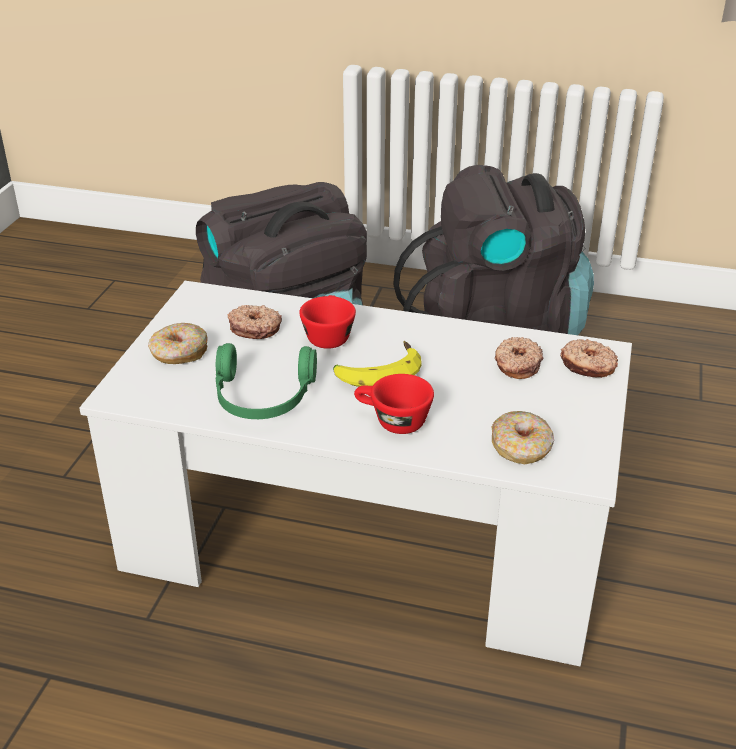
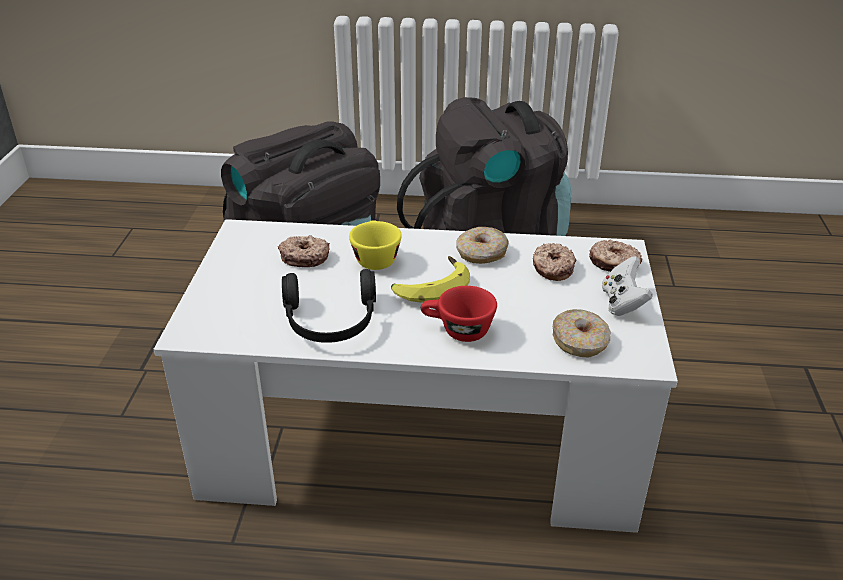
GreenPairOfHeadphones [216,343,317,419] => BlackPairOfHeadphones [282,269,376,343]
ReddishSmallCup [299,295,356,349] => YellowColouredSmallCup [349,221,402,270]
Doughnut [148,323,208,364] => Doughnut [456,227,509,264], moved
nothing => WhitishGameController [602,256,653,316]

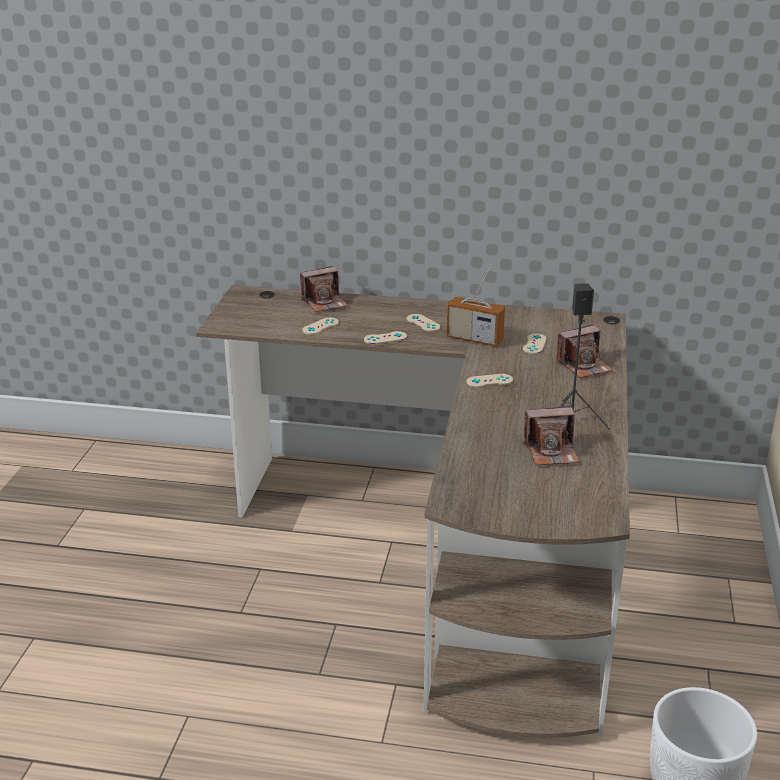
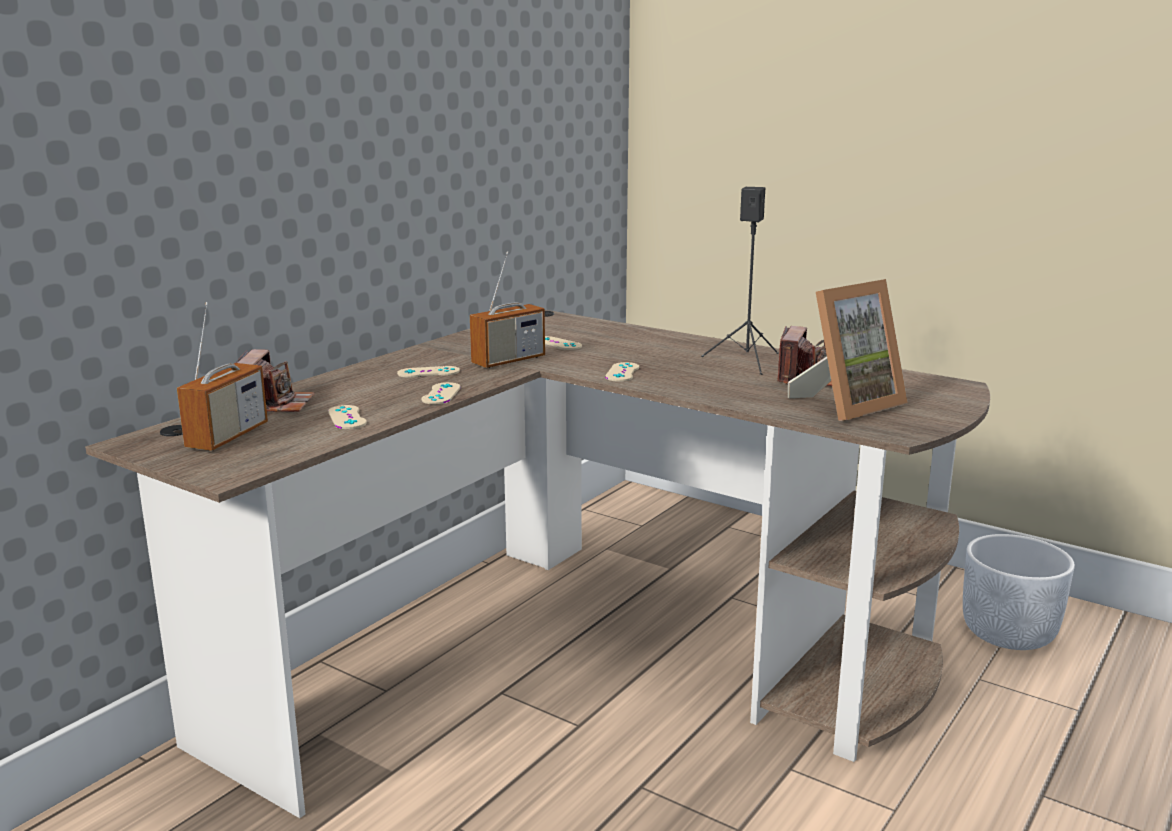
nothing => RadioSet [177,302,268,451]
nothing => StandingFrame [788,279,908,421]
PhotoCamera [557,325,613,378] => nothing

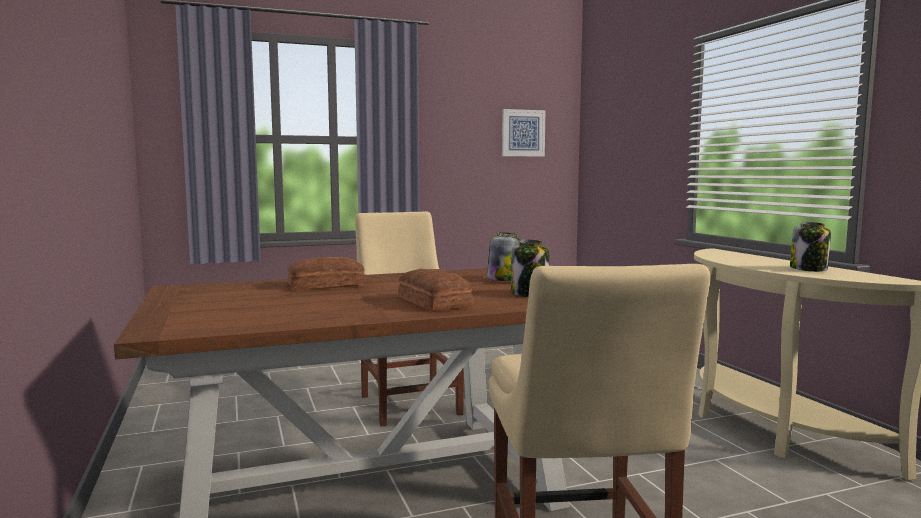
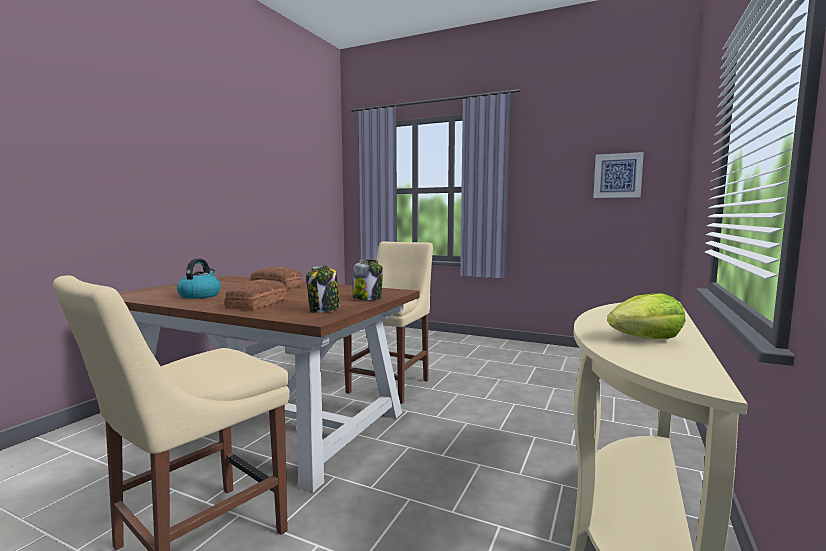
nothing => Kettle [177,258,221,299]
Jar [790,222,831,272] => HeadOfLettuce [607,293,686,339]

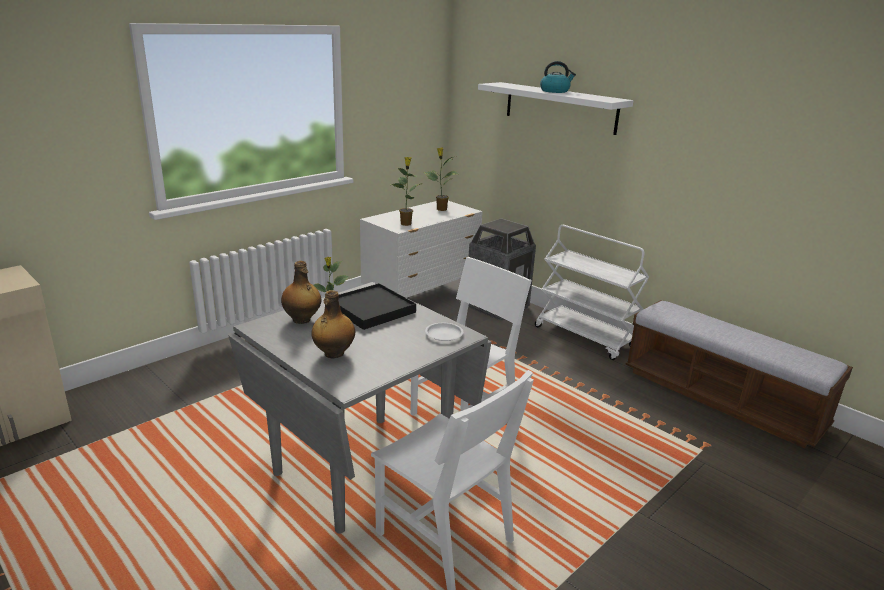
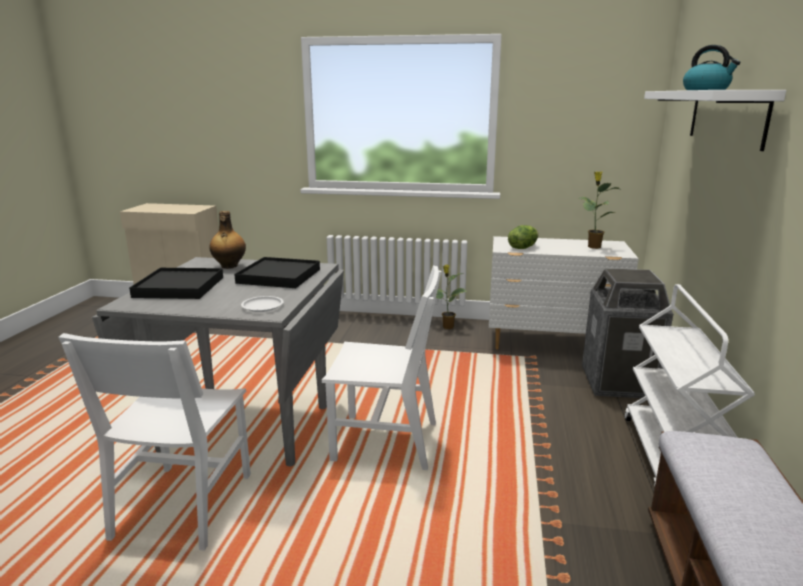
DrinkBottle [311,290,355,358] => BlackServingTray [129,268,223,299]
PottedPlant [390,157,422,226] => HeadOfLettuce [508,225,539,249]

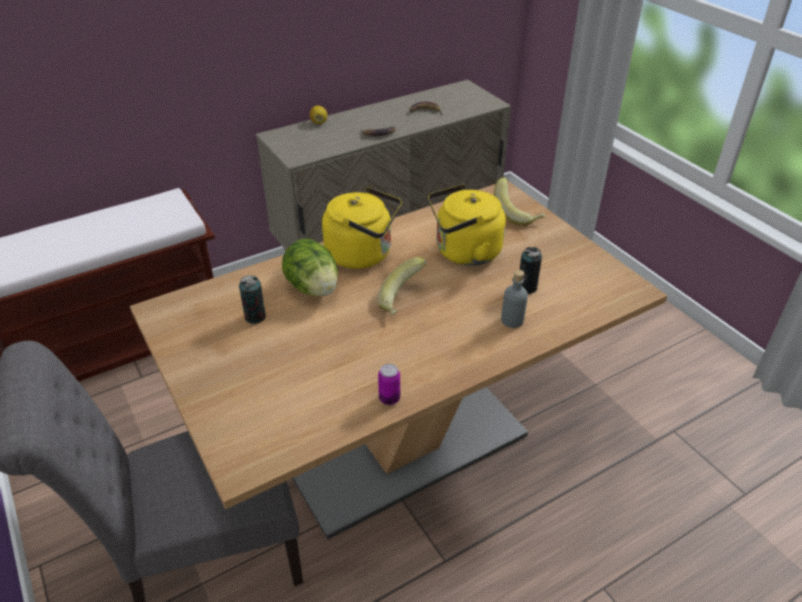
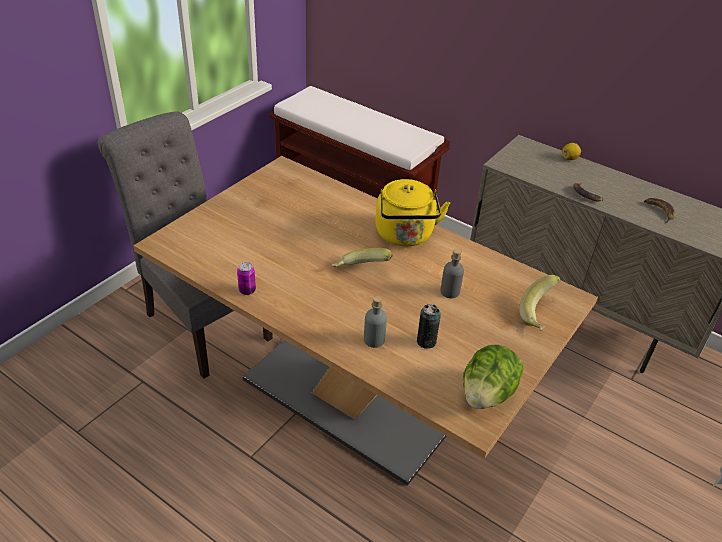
YellowColouredKettle [428,184,506,266] => GreyDrinkBottle [440,248,464,298]
HeadOfLettuce [282,238,338,296] => HeadOfLettuce [463,345,523,409], moved
MetalCan [239,275,266,324] => nothing

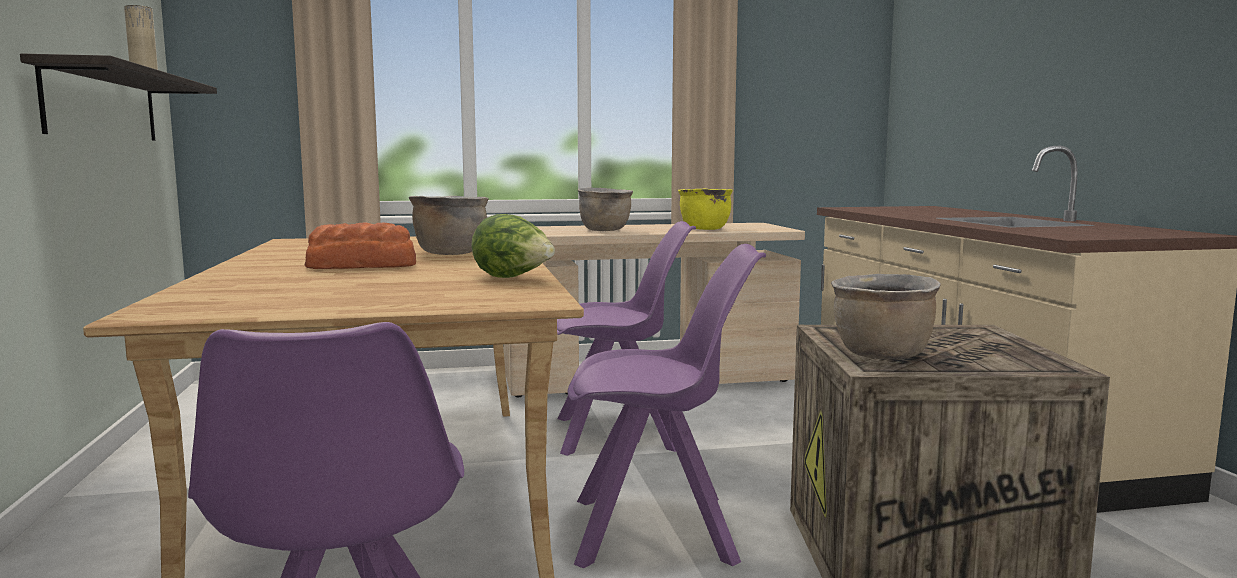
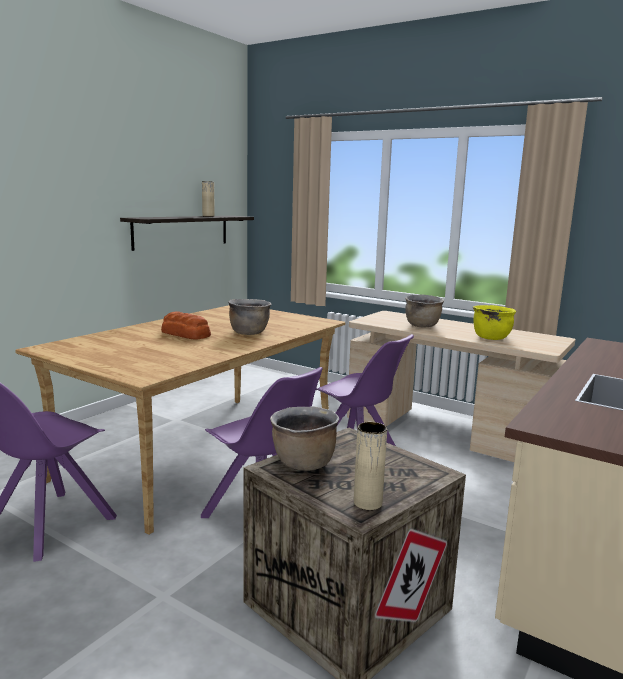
nothing => SandColouredDecorativeVase [354,422,387,510]
HeadOfLettuce [471,214,555,278] => nothing

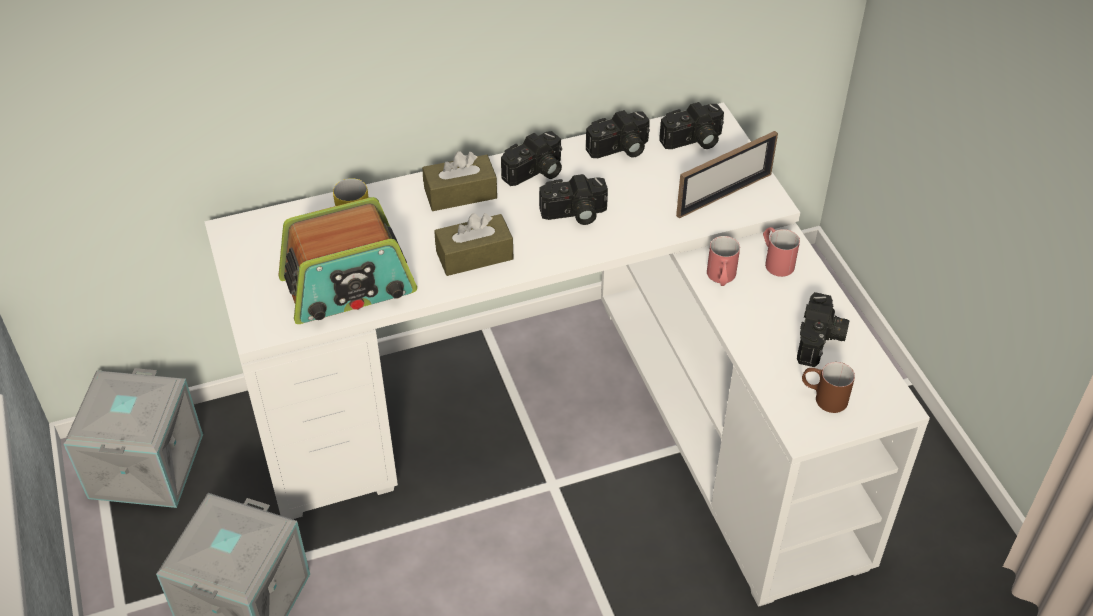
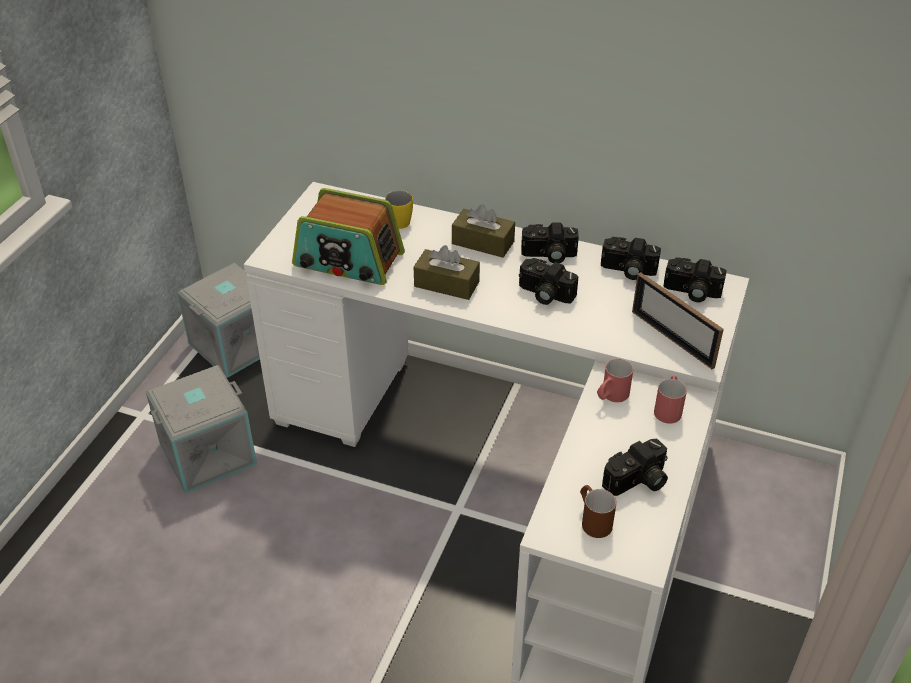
StandingFrame [676,131,778,218] => StandingFrame [632,272,724,369], 45 degrees clockwise

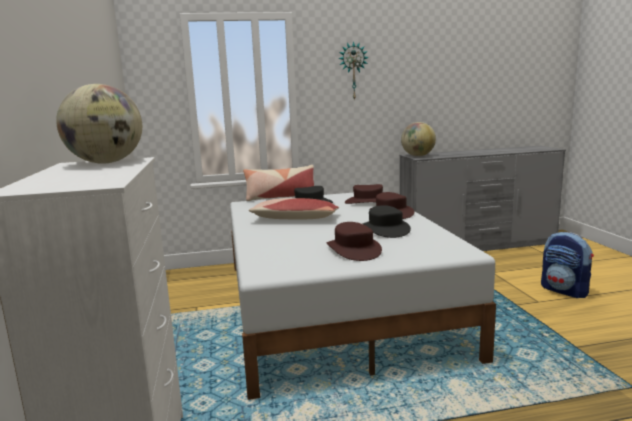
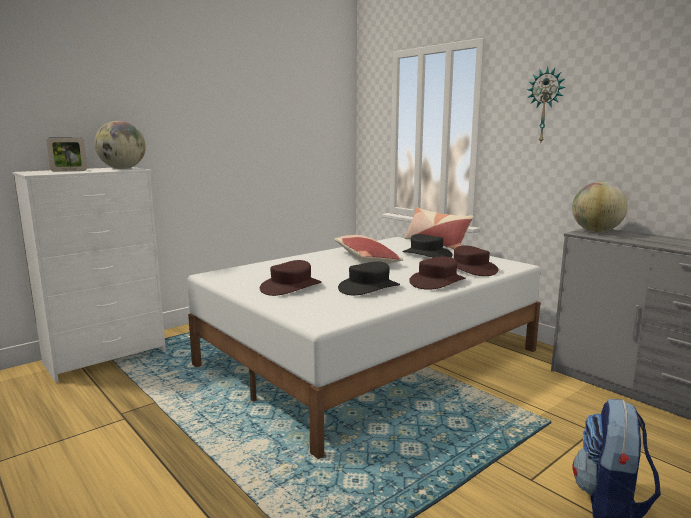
nothing => StandingFrame [46,137,87,172]

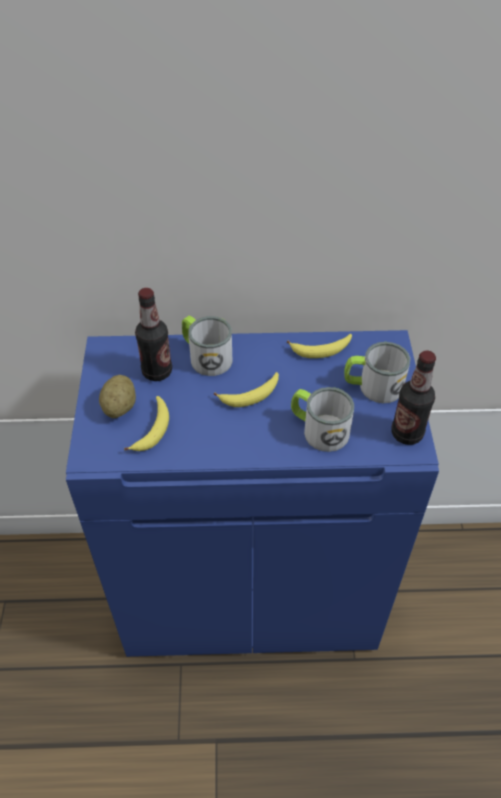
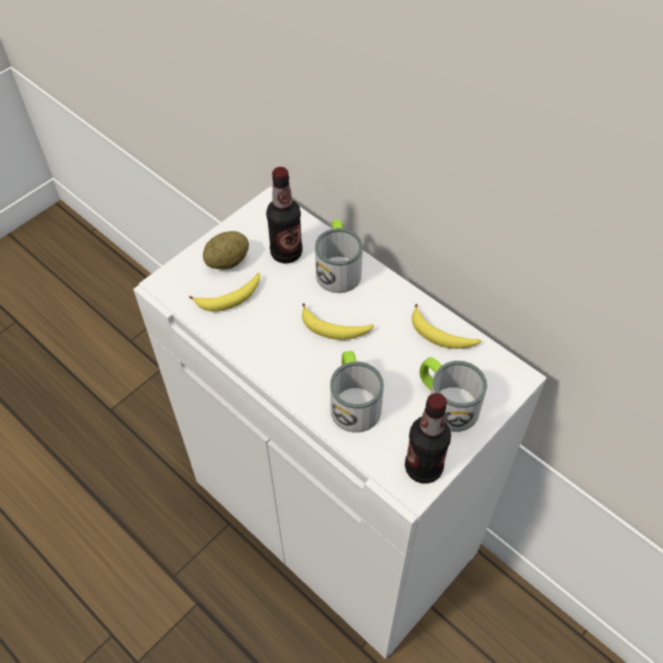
BluishStorageCabinet [66,330,439,657] => WhitishStorageCabinet [133,186,547,659]

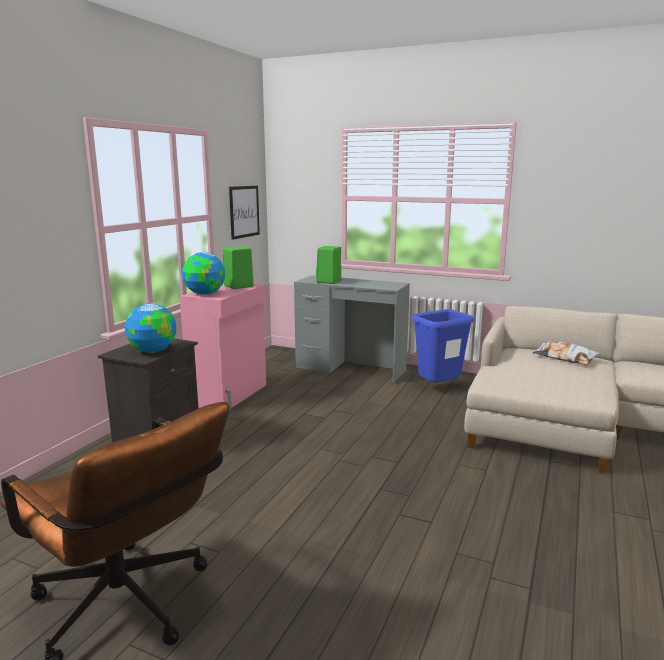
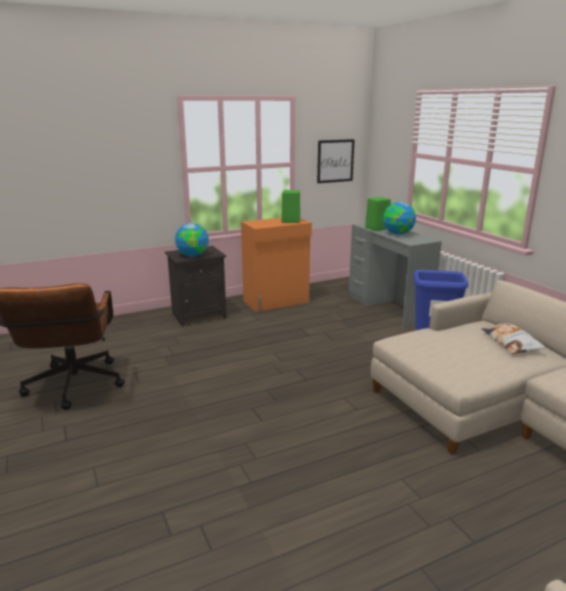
PinkStorageCabinet [180,283,266,409] => OrangeColouredStorageCabinet [241,218,312,312]
WorldGlobe [182,252,225,295] => WorldGlobe [383,202,416,235], moved

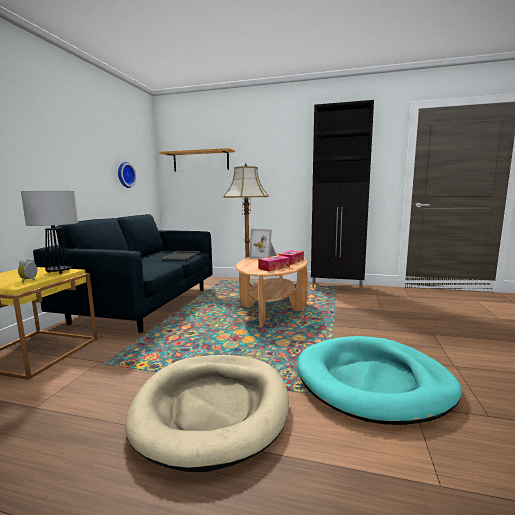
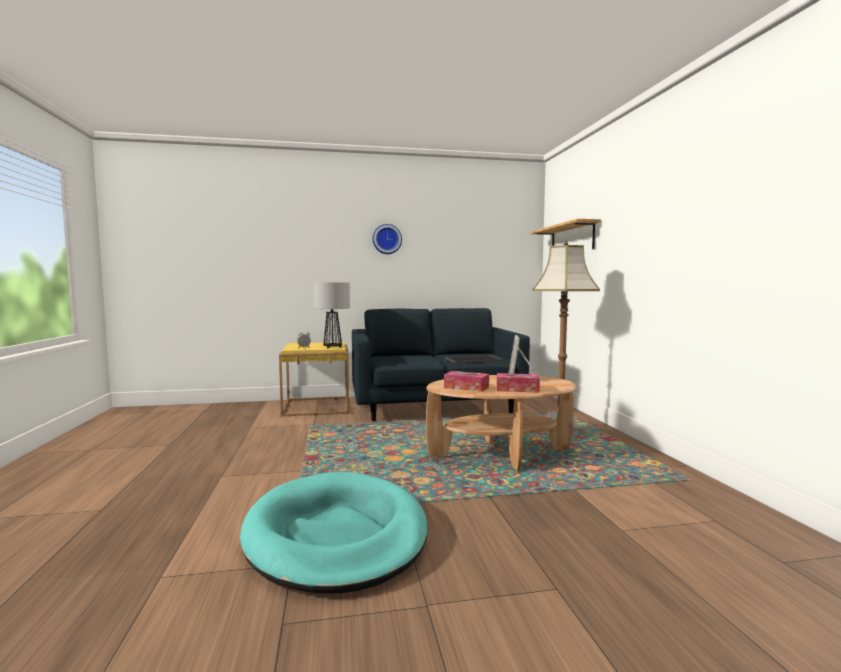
HangingClock [118,162,136,188] => HangingClock [372,224,402,254], moved
SandColouredDogBed [125,355,289,472] => nothing
BlackStorageCabinet [311,100,374,291] => nothing

